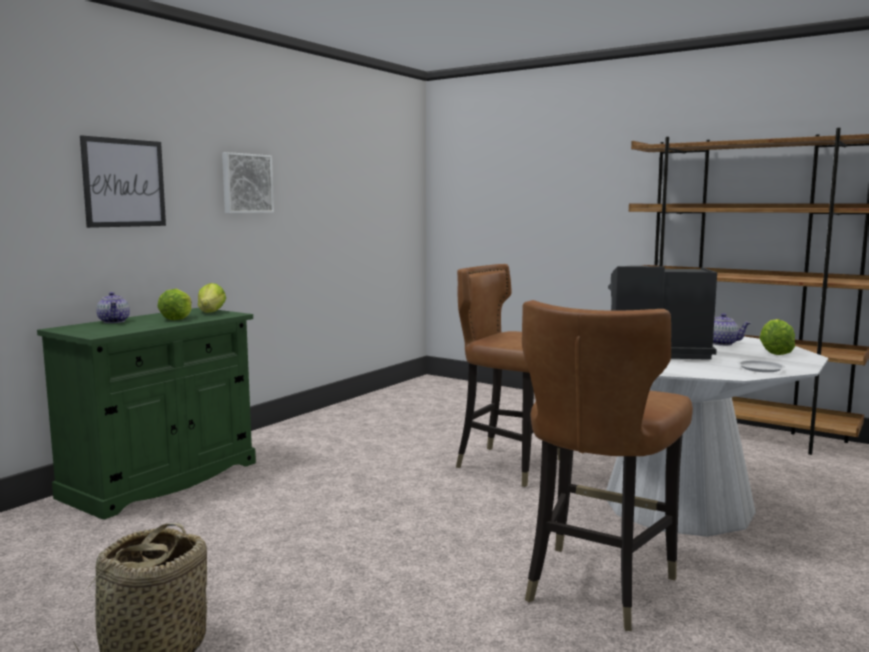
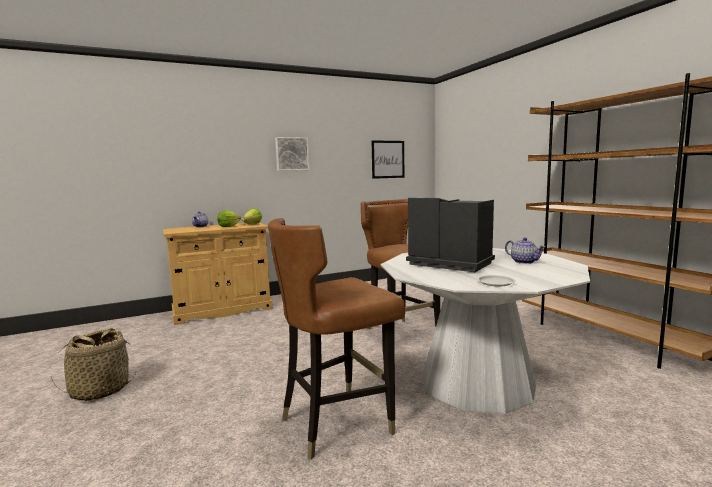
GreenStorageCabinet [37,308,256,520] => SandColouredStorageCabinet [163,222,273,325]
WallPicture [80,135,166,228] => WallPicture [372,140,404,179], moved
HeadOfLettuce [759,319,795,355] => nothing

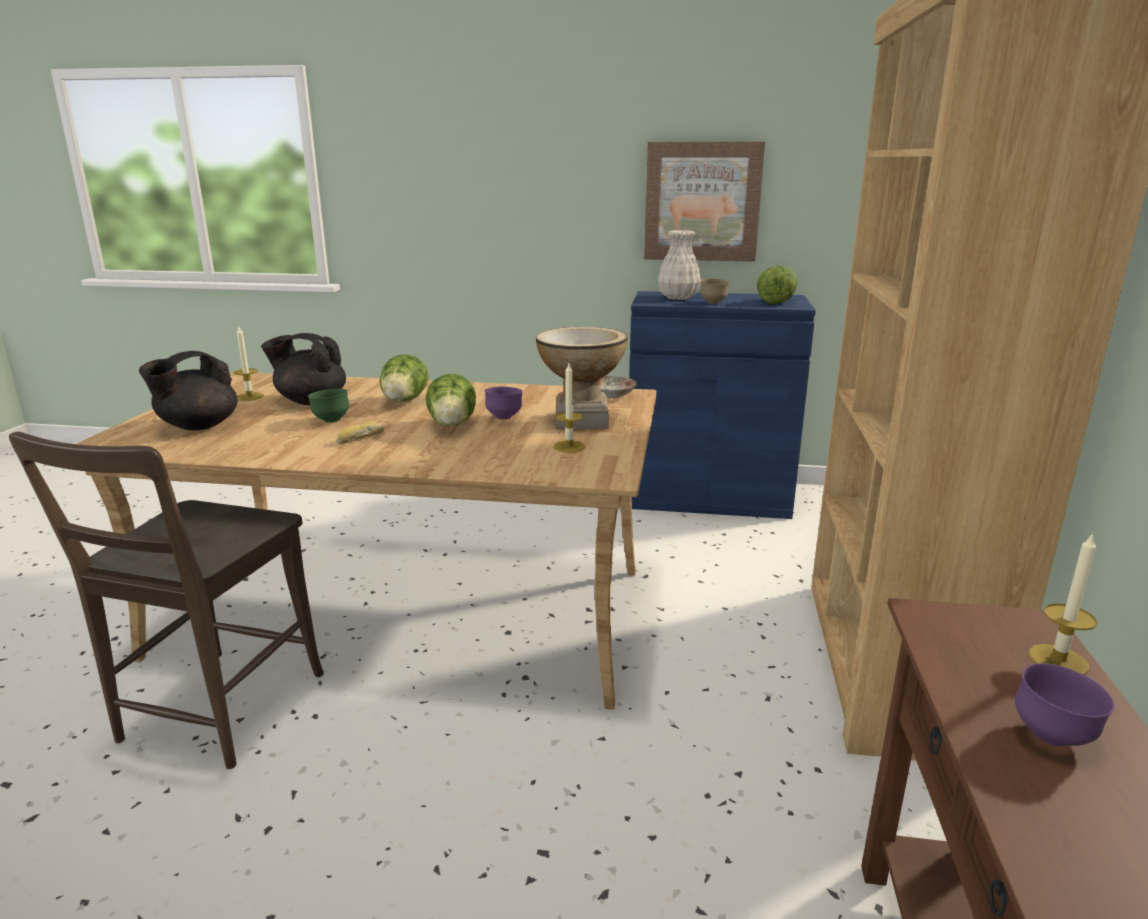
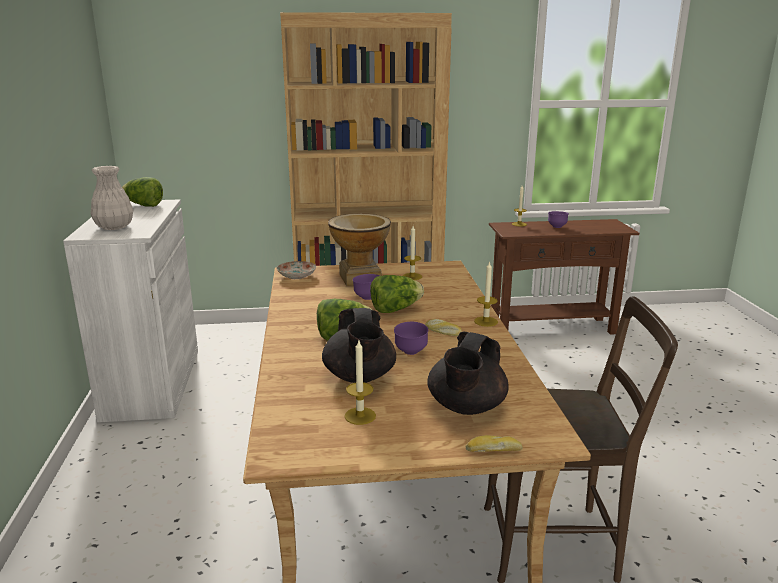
BluishStorageCabinet [629,291,816,519] => WhitishStorageCabinet [63,200,198,423]
GreenServingBowl [308,389,349,423] => PurpleServingBowl [394,322,428,355]
BlackPotForTea [139,351,238,430] => BlackPotForTea [427,332,509,415], 90 degrees clockwise
nothing => BakeryBread [466,435,523,452]
nothing => WaxCandle [474,261,498,327]
WallPicture [644,142,765,262] => nothing
BrownColouredServingBowl [700,278,730,304] => nothing

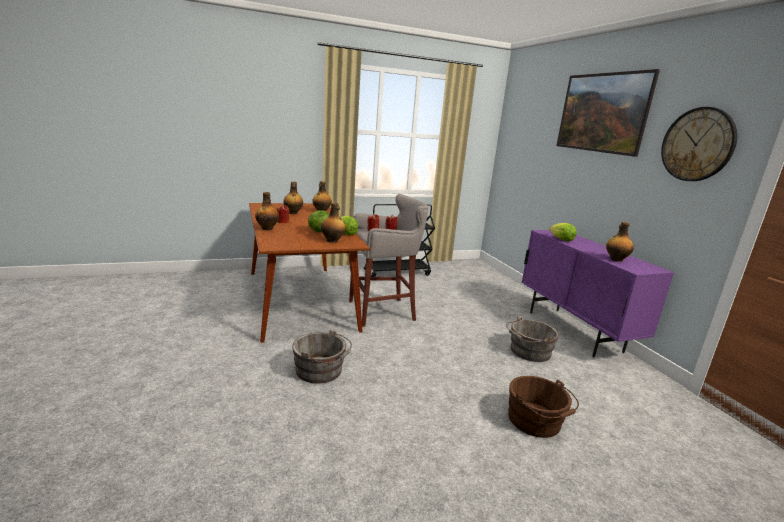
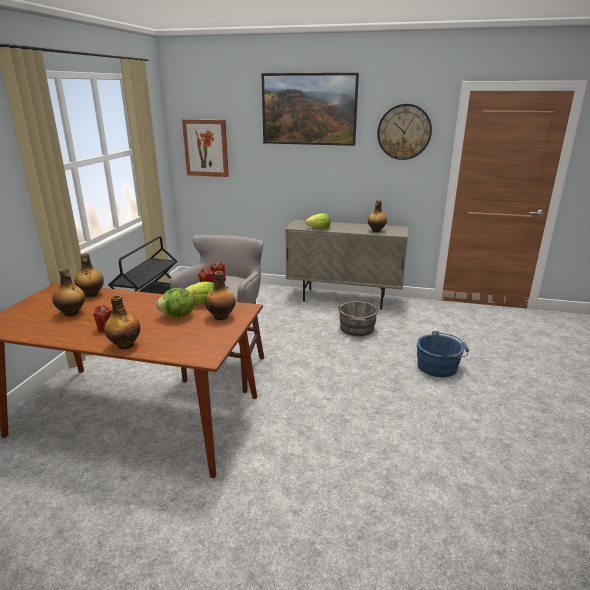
nothing => WallPicture [182,119,229,177]
PurpleStorageCabinet [521,230,674,357] => SandColouredStorageCabinet [285,220,409,310]
BrownColouredPail [508,376,579,438] => BluishPail [417,331,469,377]
GreyPail [292,330,352,384] => nothing

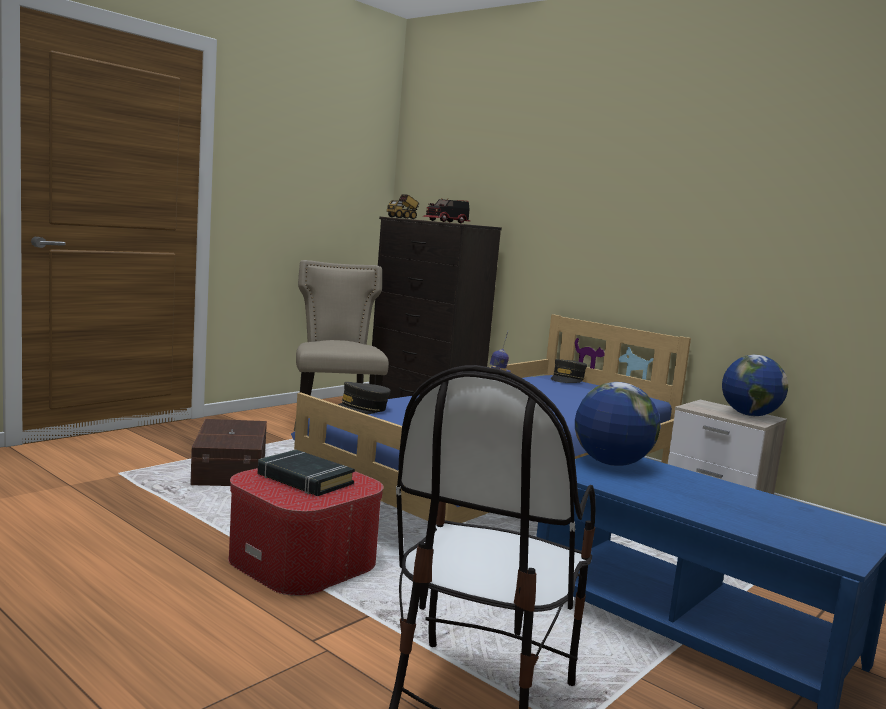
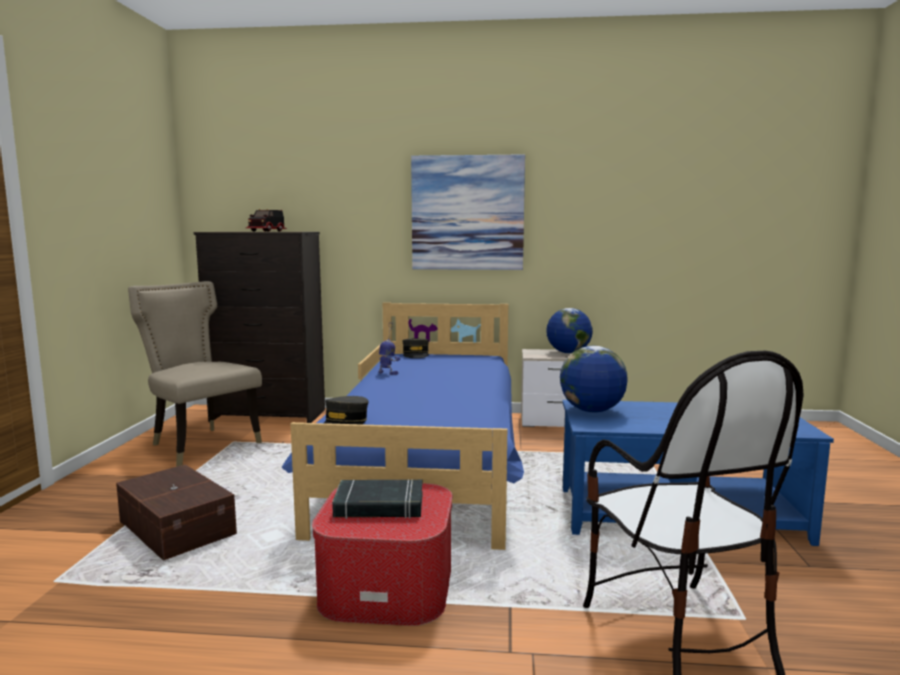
nothing => WallPicture [411,154,525,270]
ToyLorry [387,194,419,219] => nothing

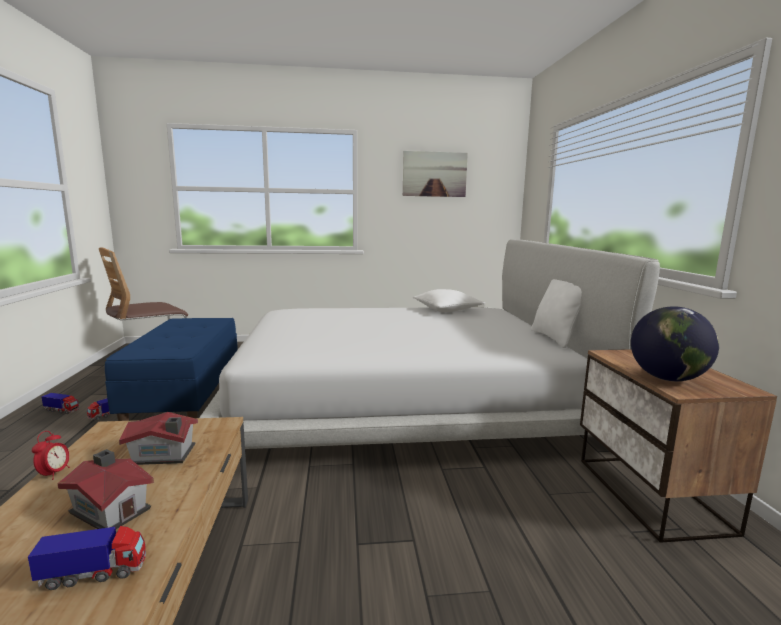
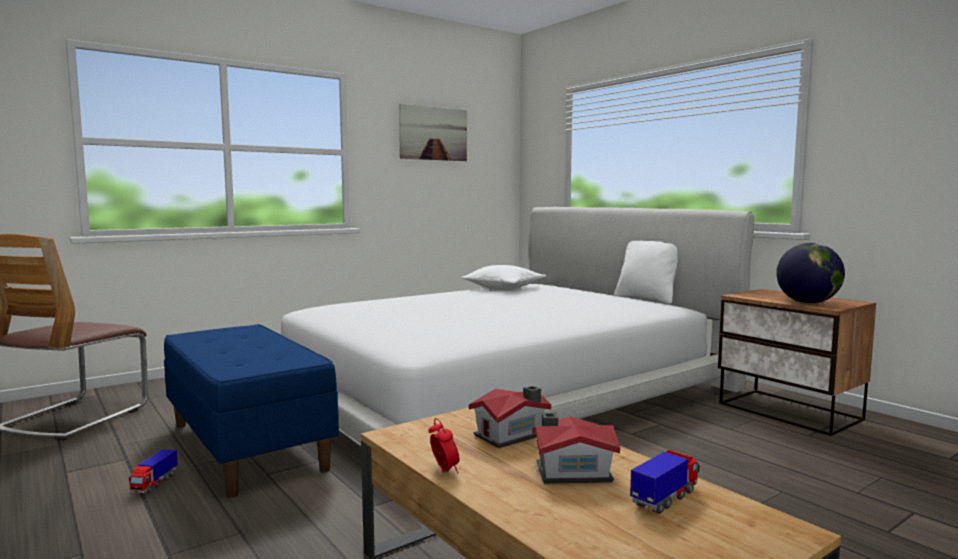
ToyLorry [41,393,79,414] => nothing

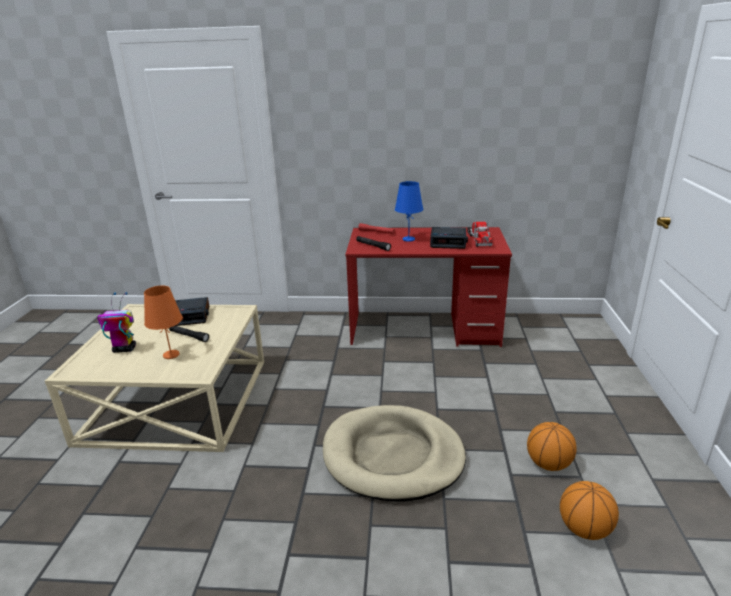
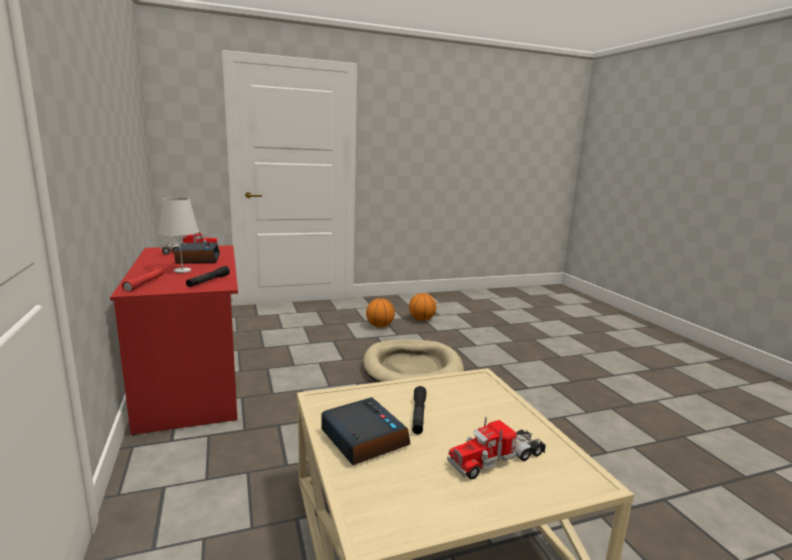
BluishTabletopLamp [395,181,423,242] => WhitishTabletopLamp [159,197,199,273]
RobotFigure [97,292,136,353] => ToyLorry [447,417,546,479]
OrangeColouredTabletopLamp [144,285,183,359] => nothing

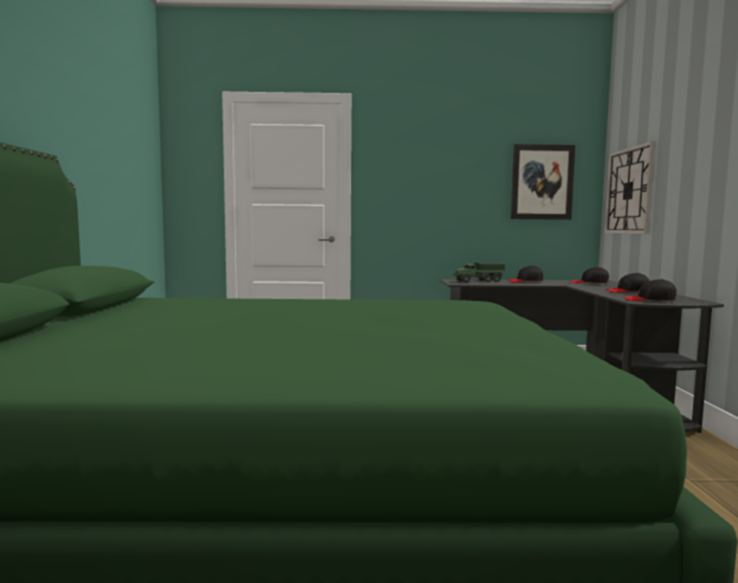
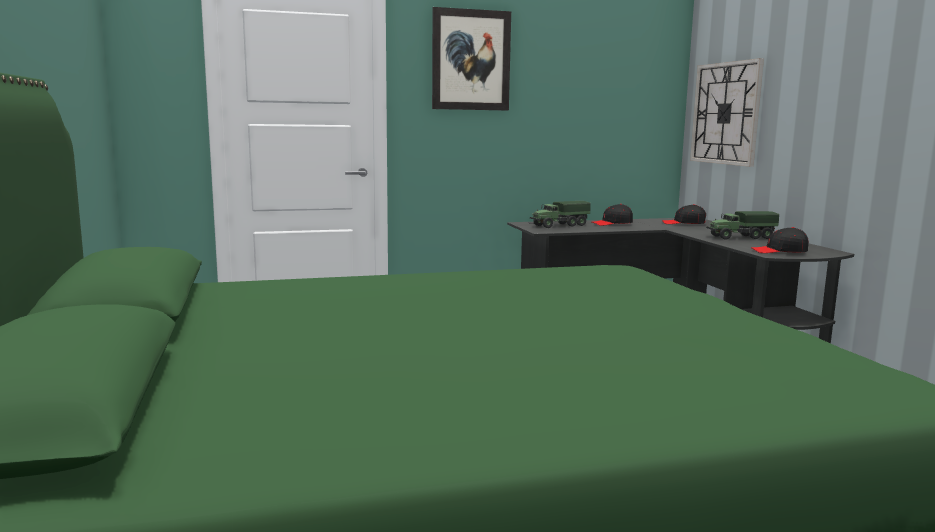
WallPicture [511,144,575,220] => WallPicture [432,7,511,111], moved
BlackPeakedCap [605,273,650,293] => ToyLorry [706,211,779,239]

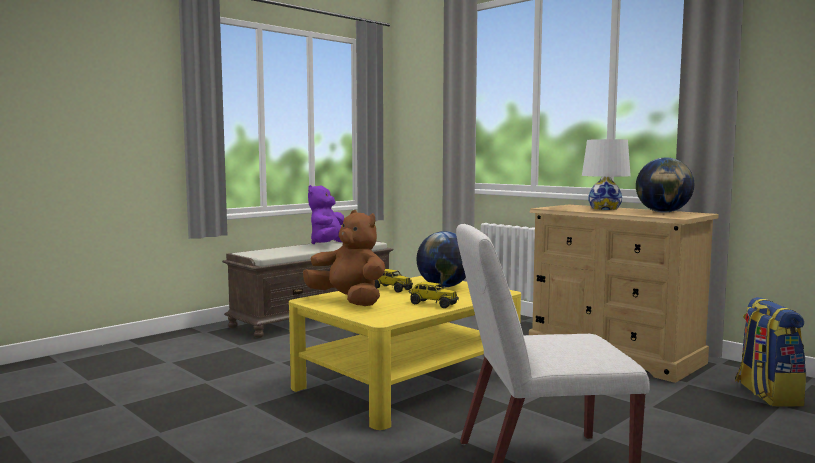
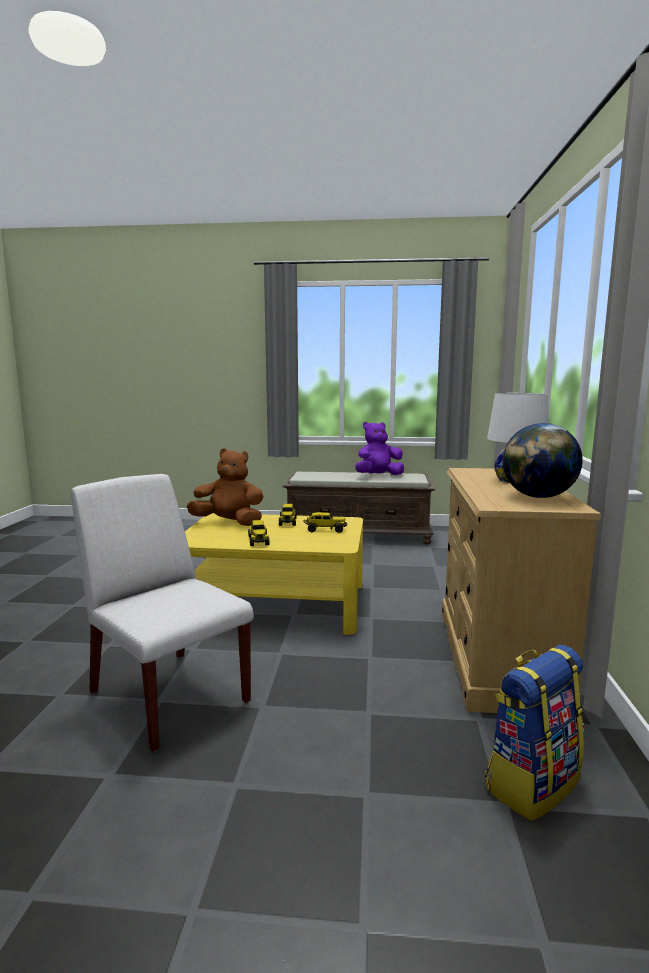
BrownColouredCuddlyToy [303,210,385,306] => BrownColouredCuddlyToy [186,448,264,526], 75 degrees counterclockwise
WorldGlobe [416,231,466,287] => ToyLorry [303,512,347,533]

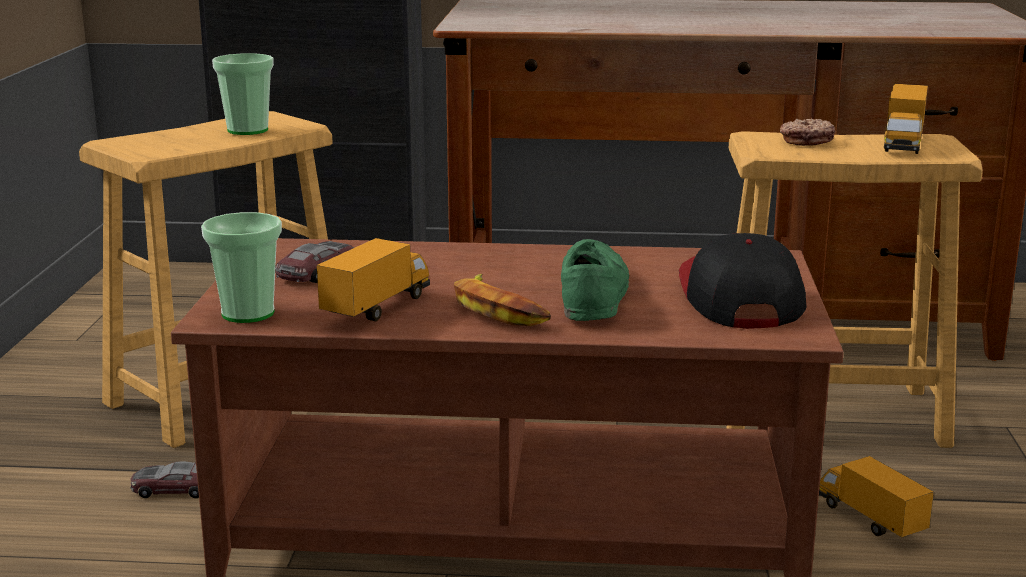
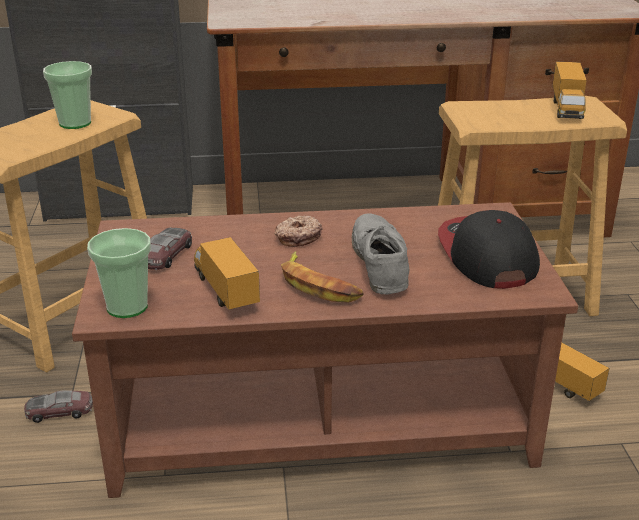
ToyLorry [317,238,430,321] => ToyLorry [194,237,260,310], 45 degrees counterclockwise
Doughnut [780,119,836,146] => Doughnut [275,215,322,247], moved
GreenItemOfFootwear [561,239,629,321] => GreyItemOfFootwear [352,214,409,294]

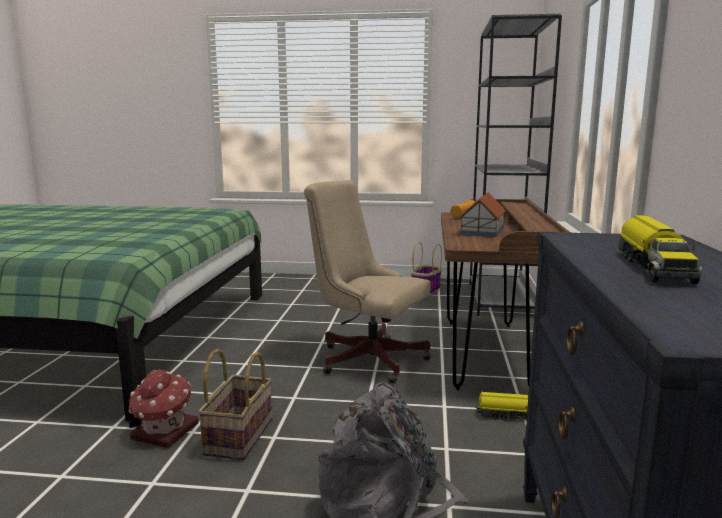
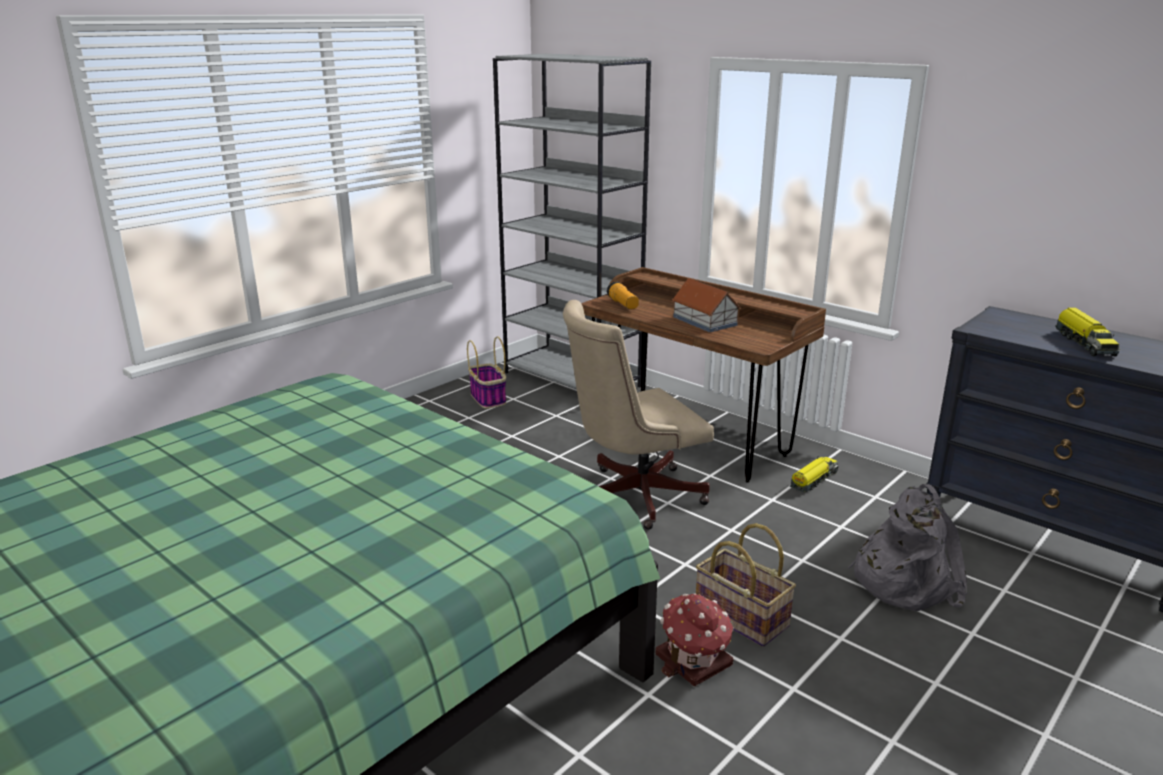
ToyLorry [618,215,702,284] => ToyLorry [1055,307,1120,356], 45 degrees clockwise

